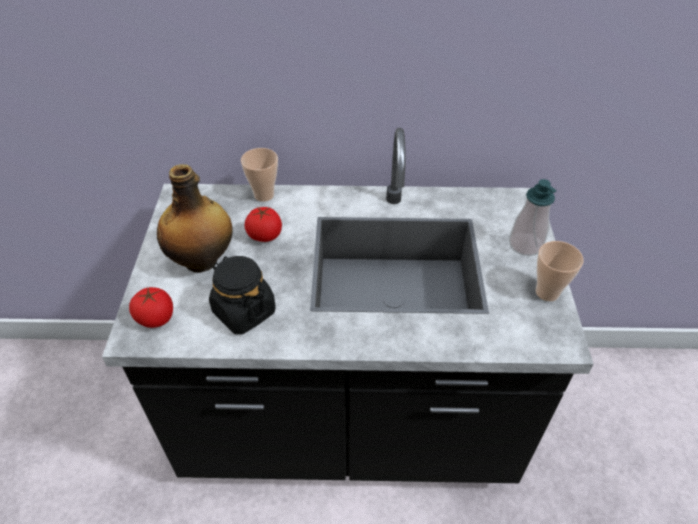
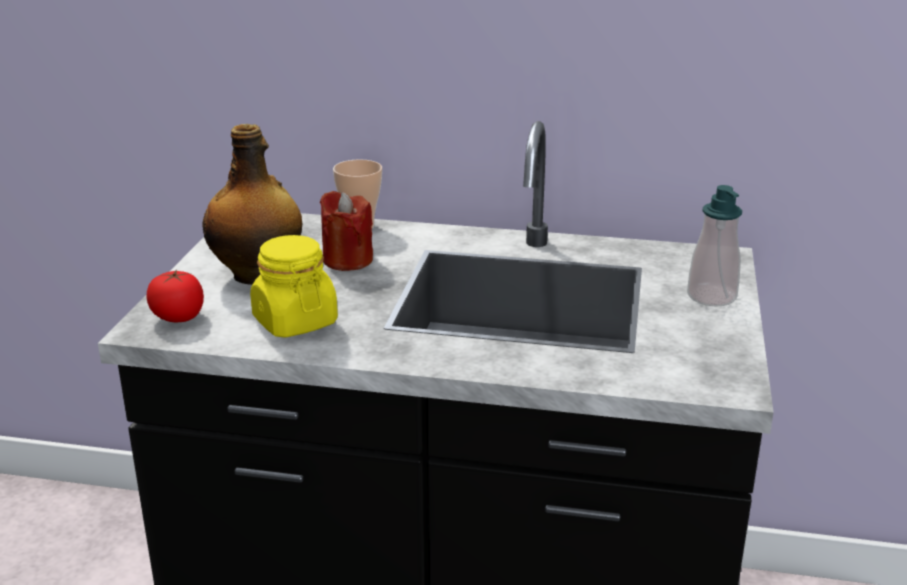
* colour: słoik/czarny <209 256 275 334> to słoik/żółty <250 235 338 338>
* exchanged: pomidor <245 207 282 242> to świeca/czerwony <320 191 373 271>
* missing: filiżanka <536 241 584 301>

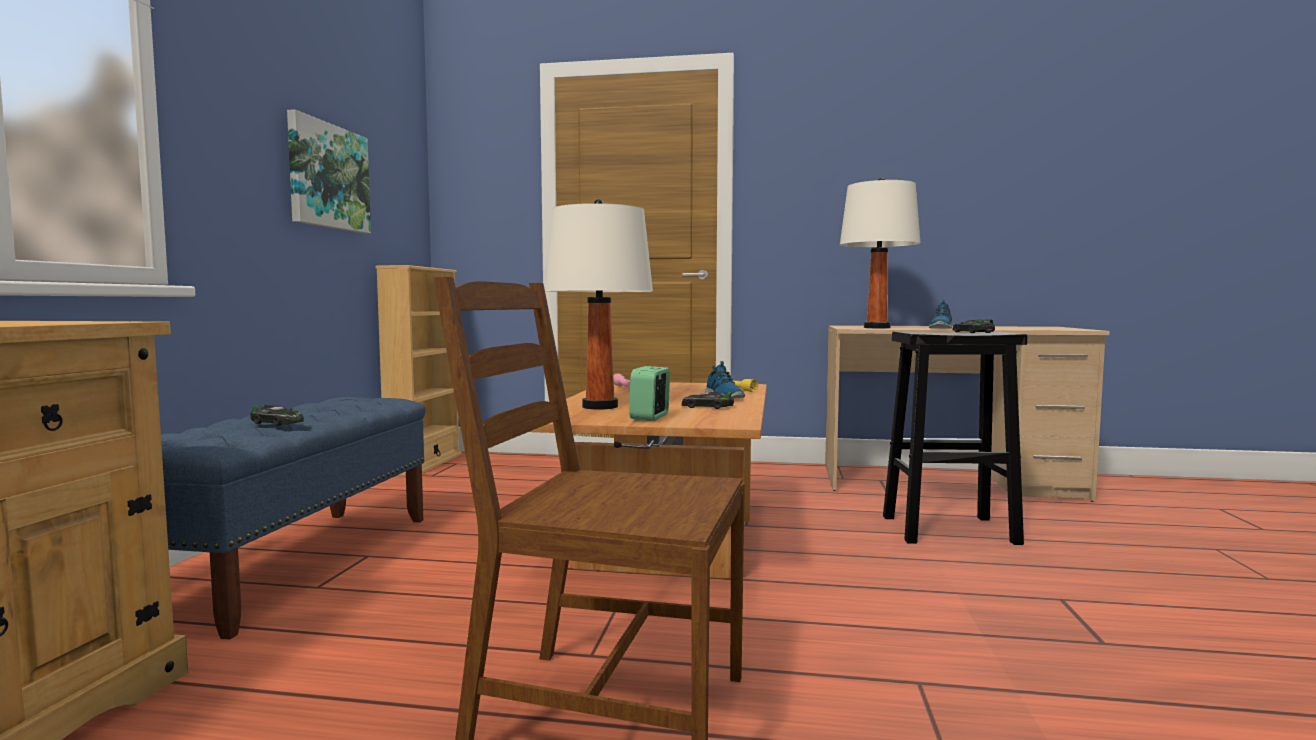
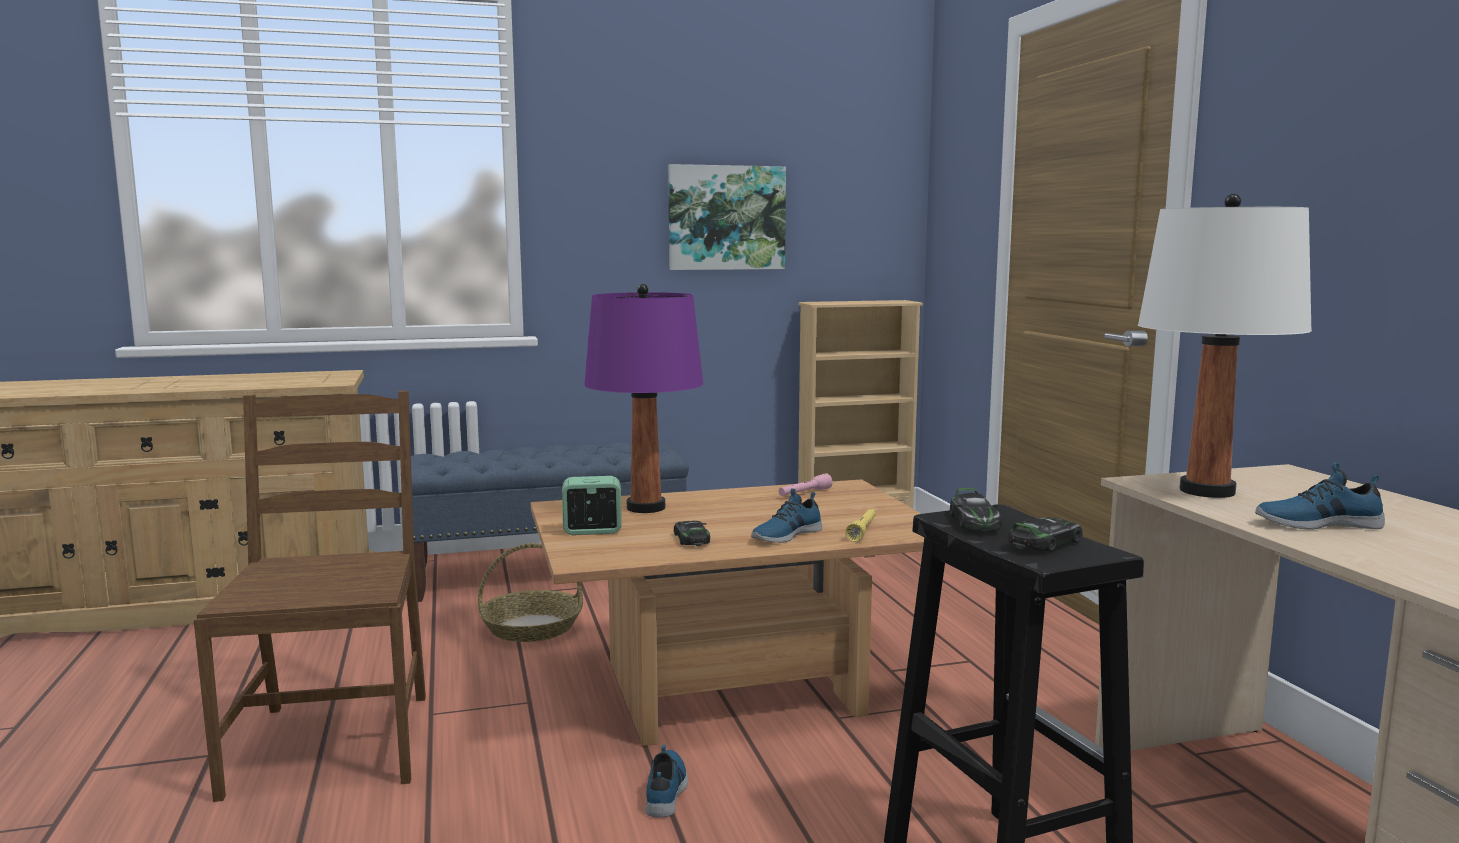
* appeared: koszyk <478 543 583 642>
* colour: lampa stołowa/biały <545 199 653 410> to lampa stołowa/fioletowy <584 284 703 513>
* appeared: but <645 745 688 818>
* relocated: samochodzik <250 405 304 426> to <950 488 1002 530>

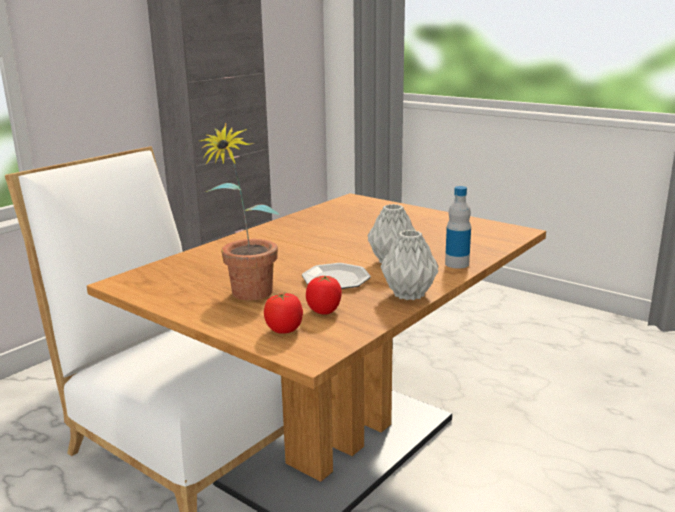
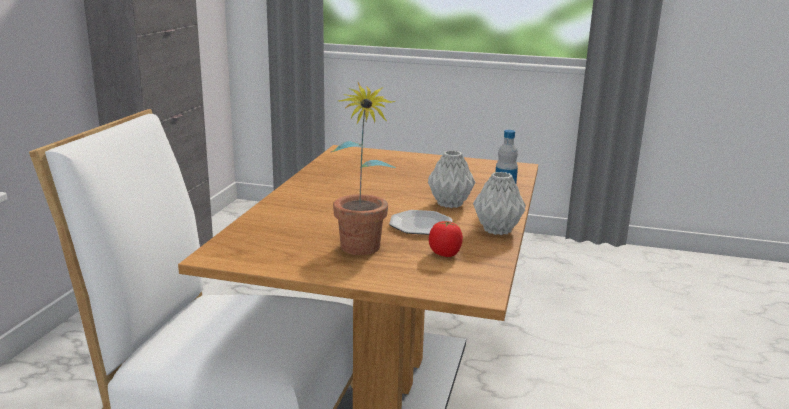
* missing: pomidor <264 292 303 334>

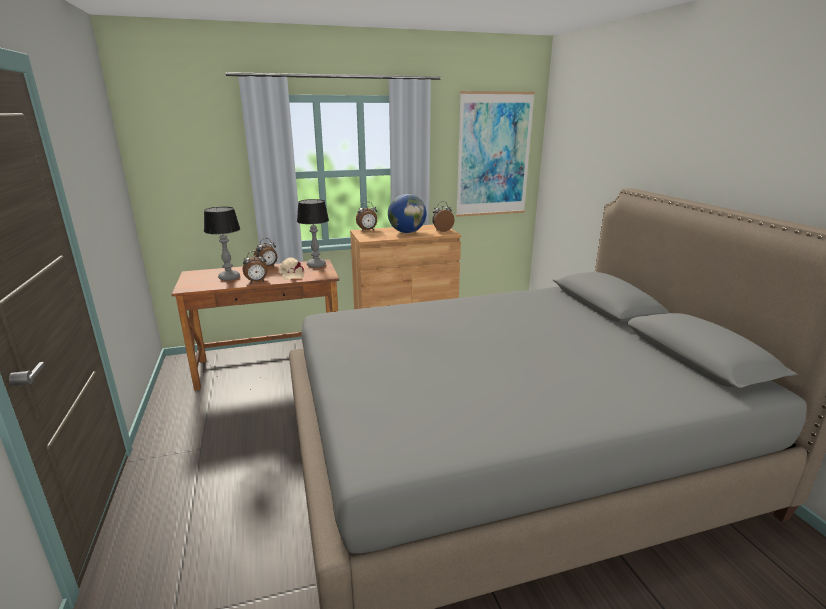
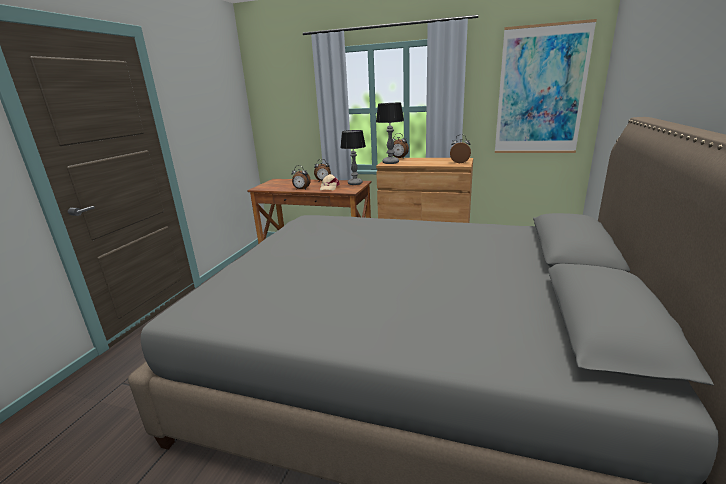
* relocated: lampa stołowa <204 207 240 281> to <376 103 404 164>
* missing: globus <388 194 426 233>

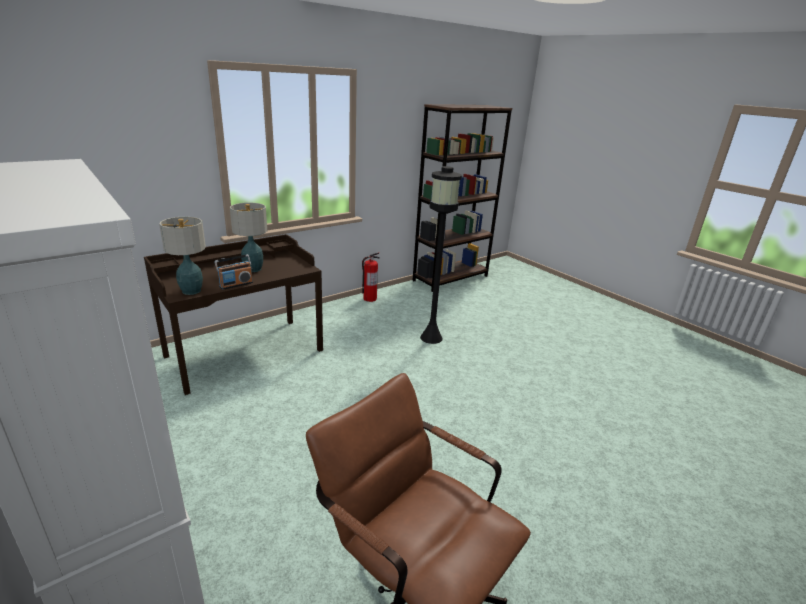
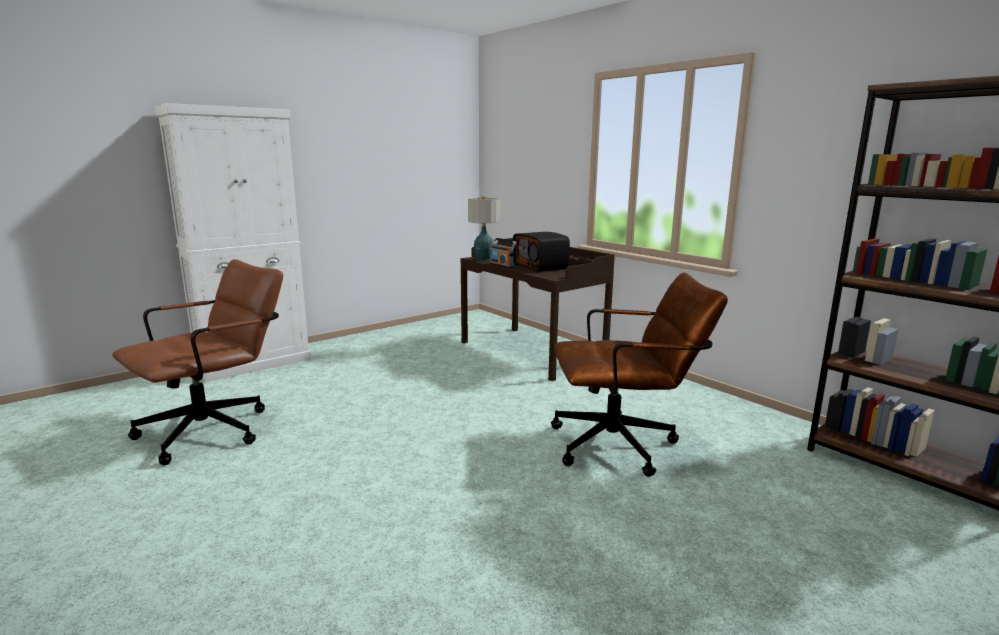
* exchanged: lampa stołowa <230 203 267 272> to radio <513 232 570 272>
* exchanged: lampa stojąca/czarny <420 166 462 344> to krzesło biurowe/brązowy <551 273 728 477>
* missing: gaśnica <362 252 379 302>

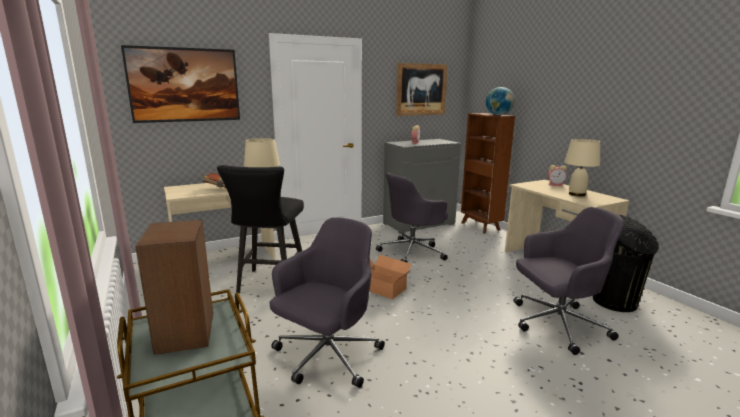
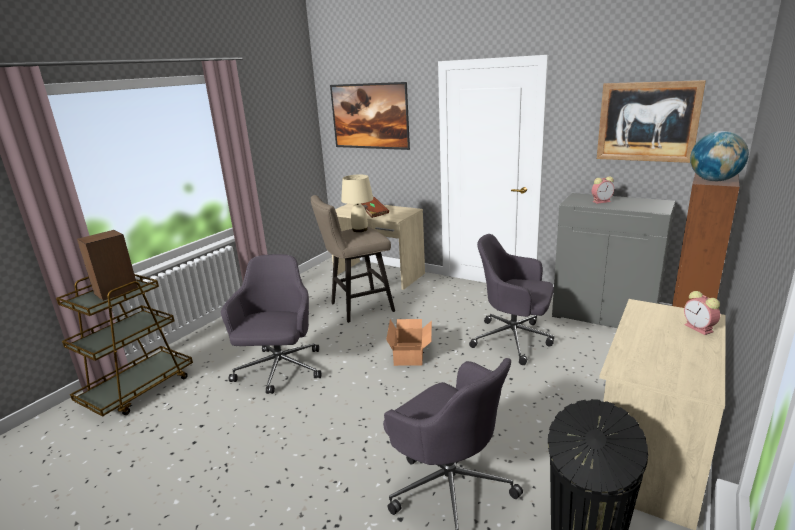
* spun: krzesło biurowe/szary <270 217 385 388> = <221 254 321 394> 90 degrees counterclockwise
* colour: stołek/czarny <217 165 304 294> to stołek/beżowy <311 195 395 323>
* missing: lampa stołowa/beżowy <564 139 600 196>

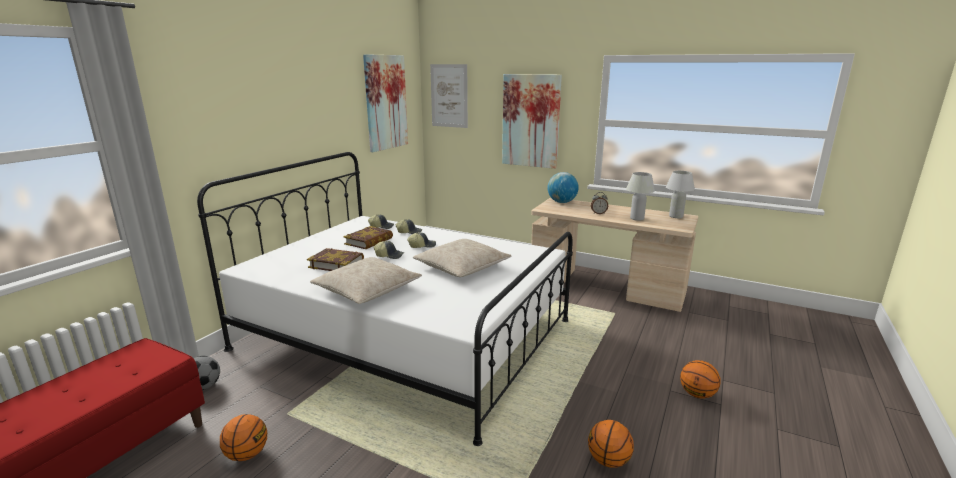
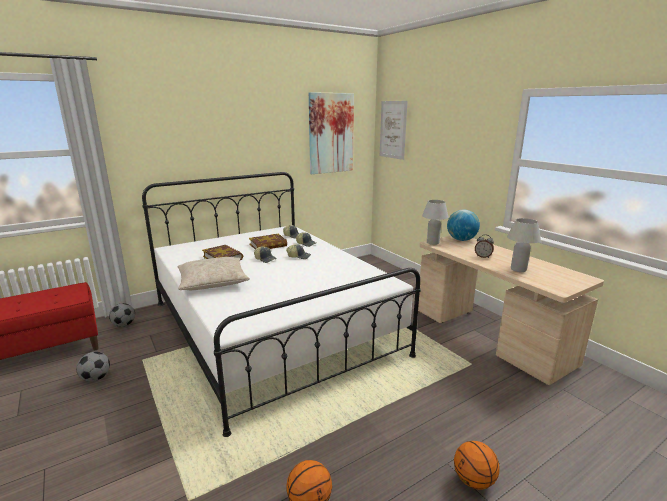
* exchanged: piłka do koszykówki <220 414 267 461> to piłka futbolowa <76 352 110 382>
* relocated: lampa stołowa/biały <666 171 695 218> to <422 200 449 245>
* missing: poduszka/beżowy <413 239 512 277>
* missing: obraz <502 74 562 169>

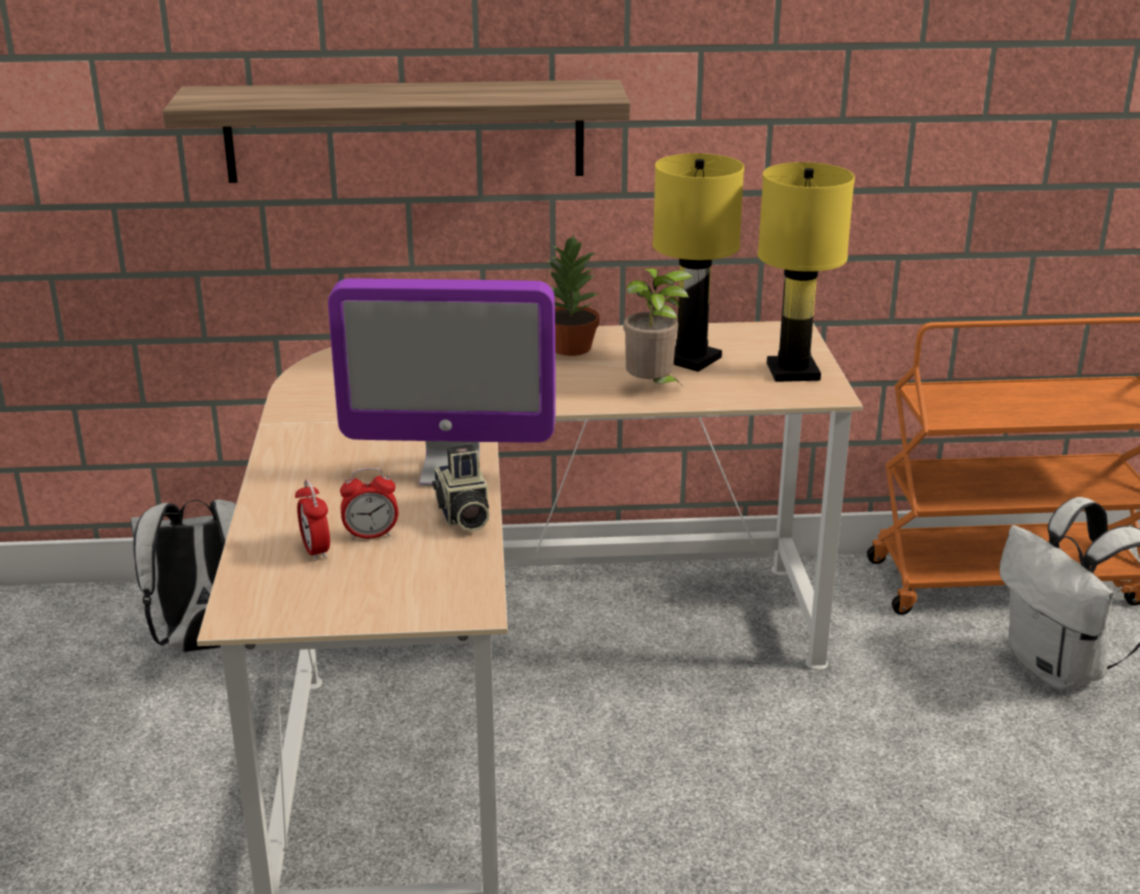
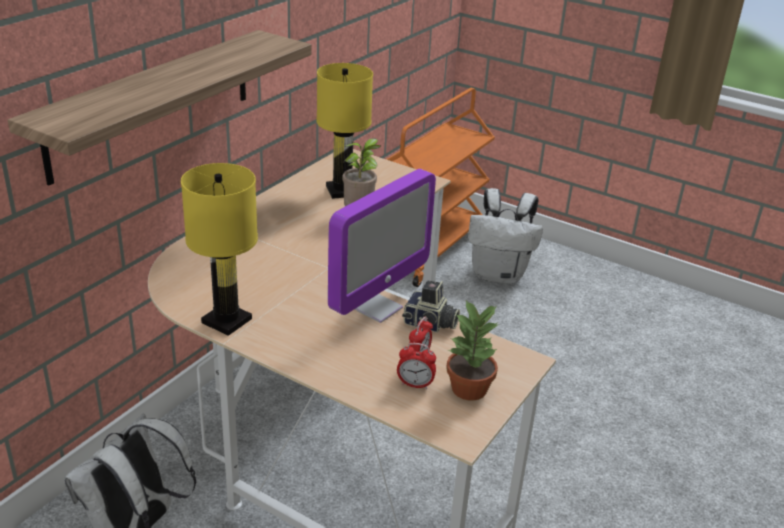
* relocated: lampa stołowa/żółty <758 162 855 382> to <181 163 258 336>
* relocated: roślina doniczkowa <546 234 600 356> to <446 300 499 401>

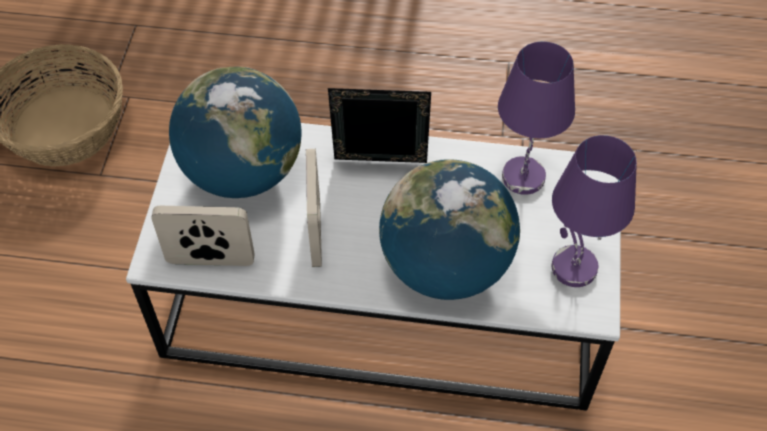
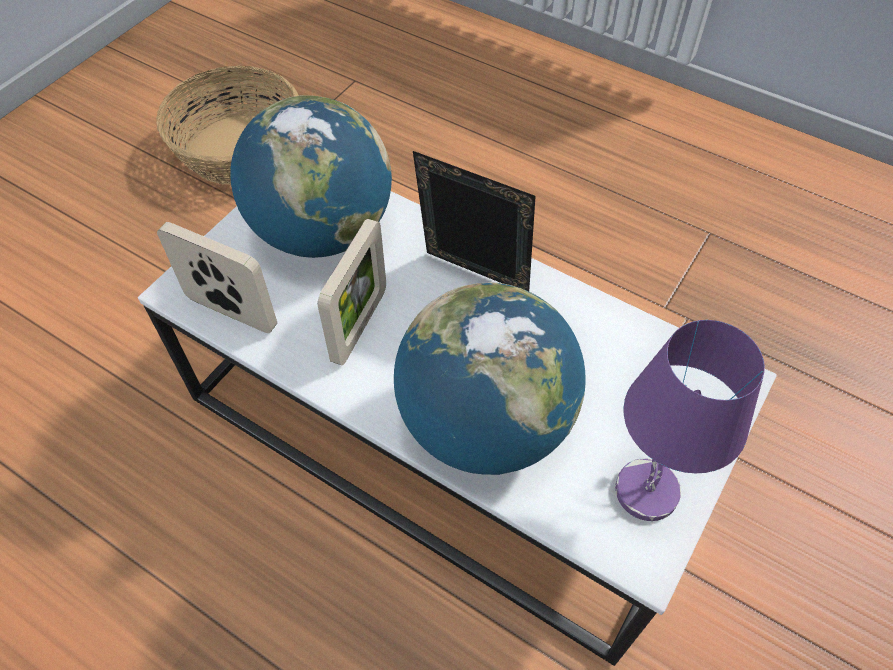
* missing: lampa stołowa/fioletowy <498 41 575 195>

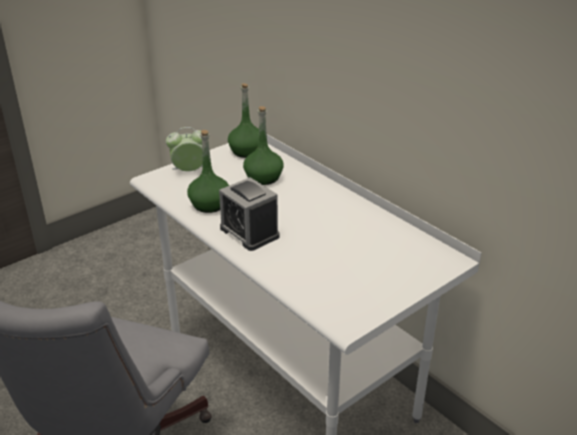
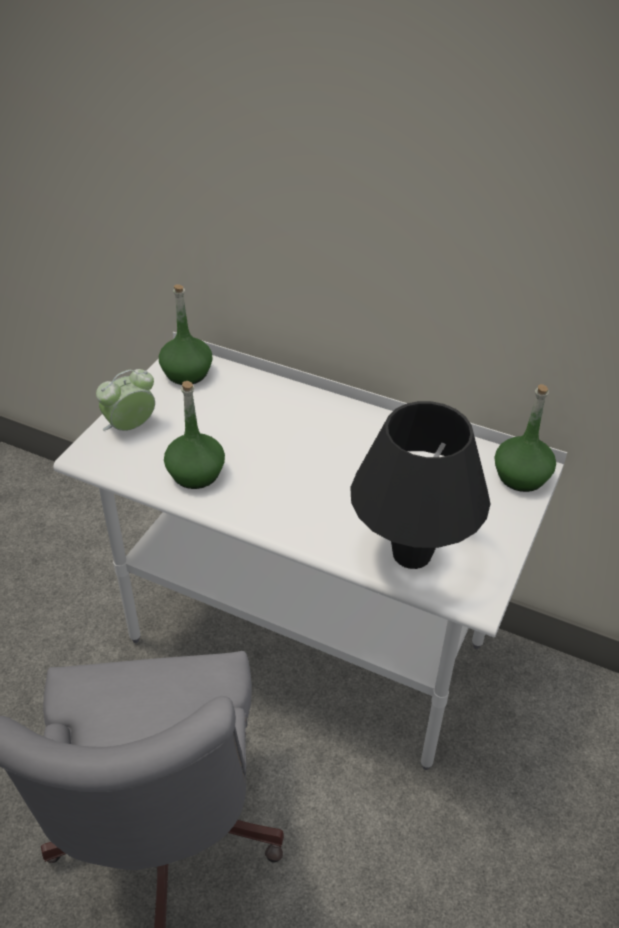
* appeared: lampa stołowa/czarny <350 401 491 569>
* relocated: butelka/zielony <243 106 284 185> to <495 384 556 492>
* missing: budzik <219 177 280 251>

